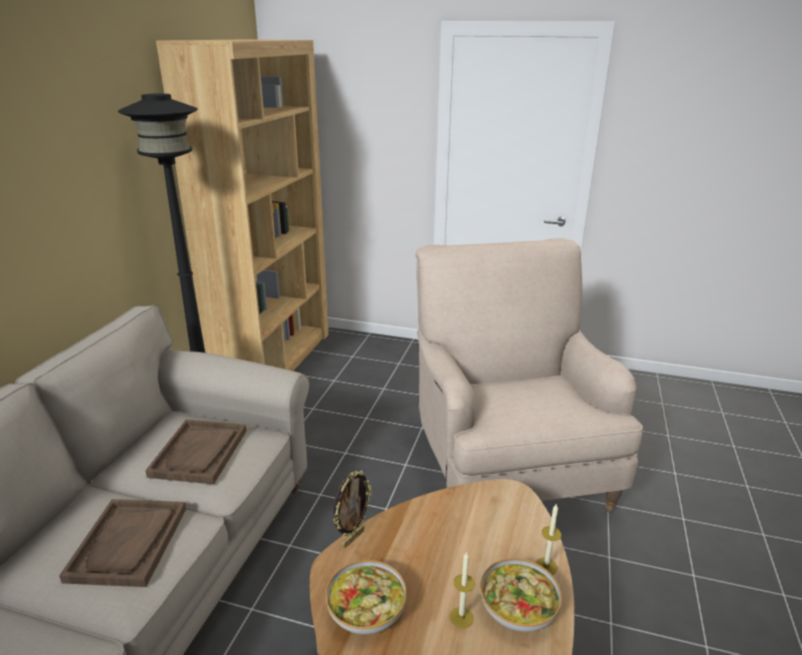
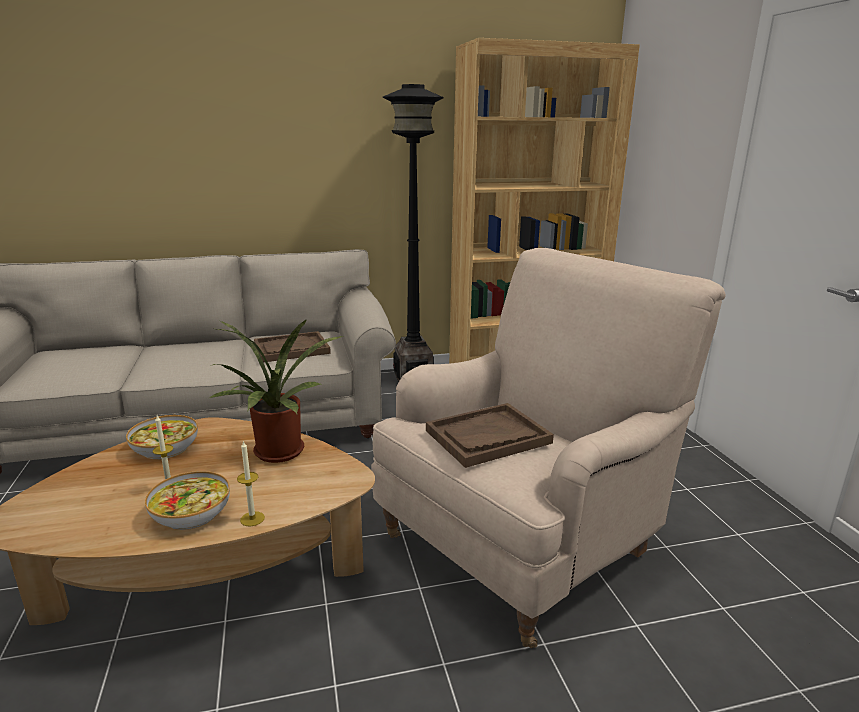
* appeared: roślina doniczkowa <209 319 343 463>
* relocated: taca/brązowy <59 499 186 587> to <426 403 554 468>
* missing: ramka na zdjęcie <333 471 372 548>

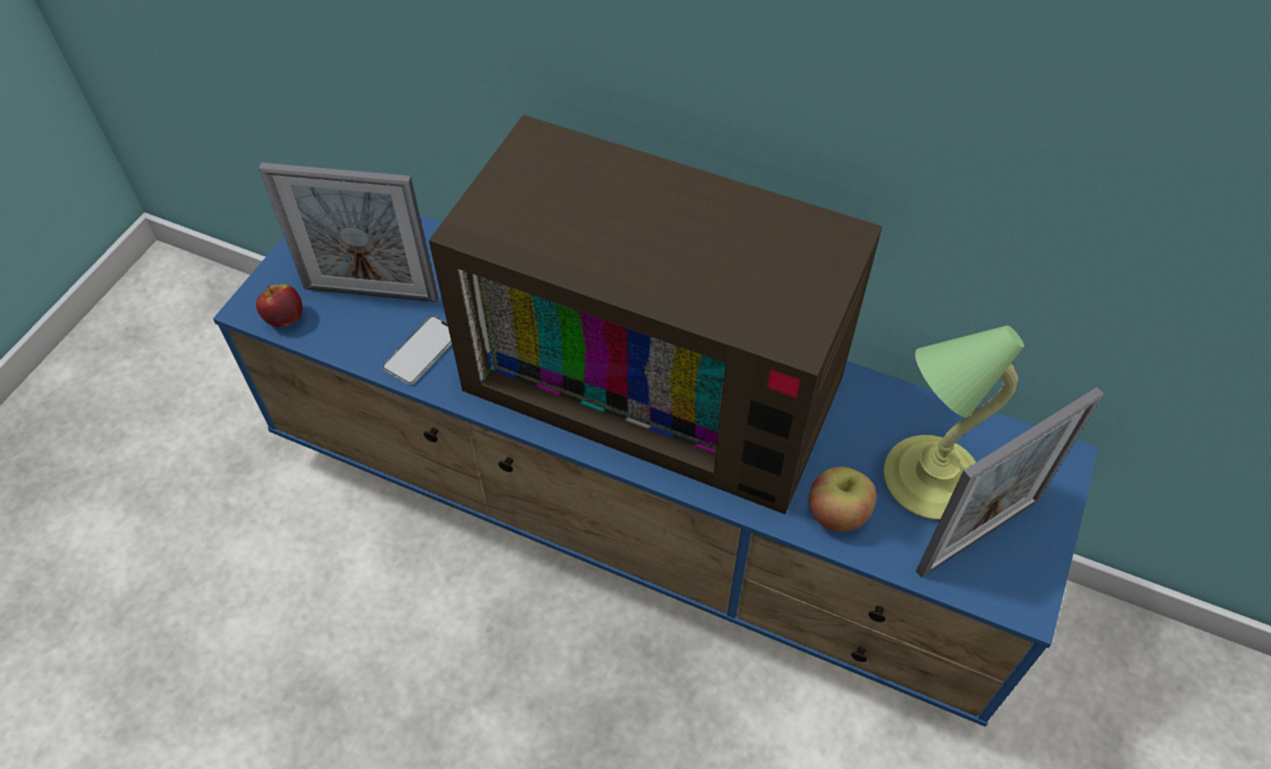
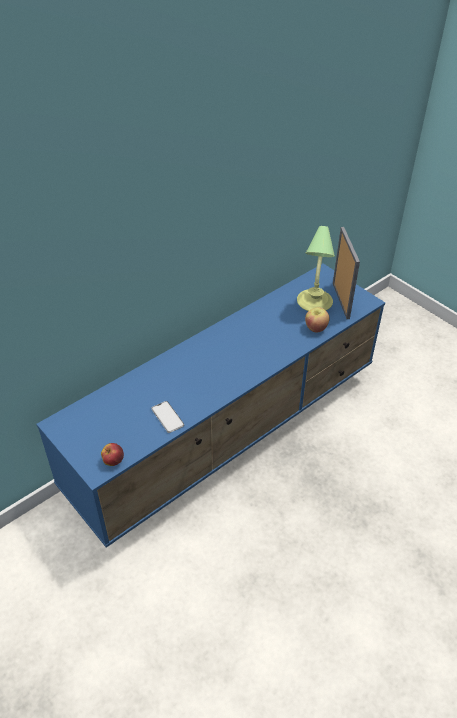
* missing: ramka na zdjęcie <259 162 438 302>
* missing: telewizor <429 115 882 514>

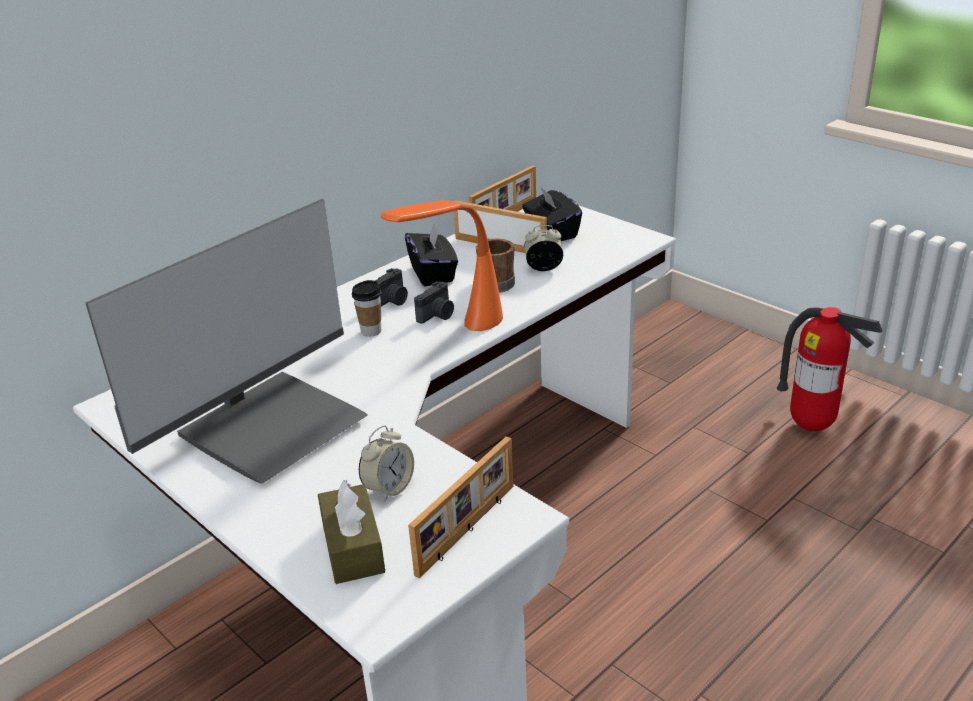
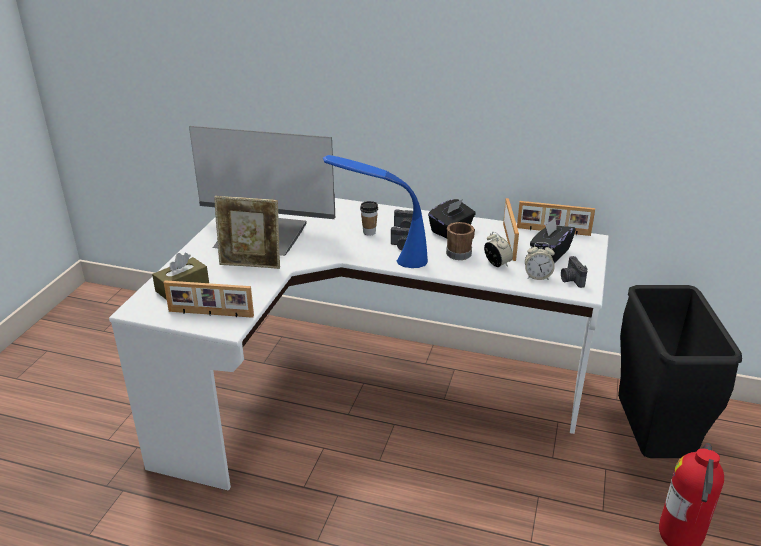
* appeared: ramka na zdjęcie <214 196 280 269>
* colour: lampa stołowa/pomarańczowy <381 200 503 331> to lampa stołowa/niebieski <323 155 428 268>
* relocated: budzik <359 425 414 502> to <525 242 555 280>
* appeared: aparat fotograficzny <561 256 587 288>
* appeared: kosz na śmieci/czarny <618 285 742 458>

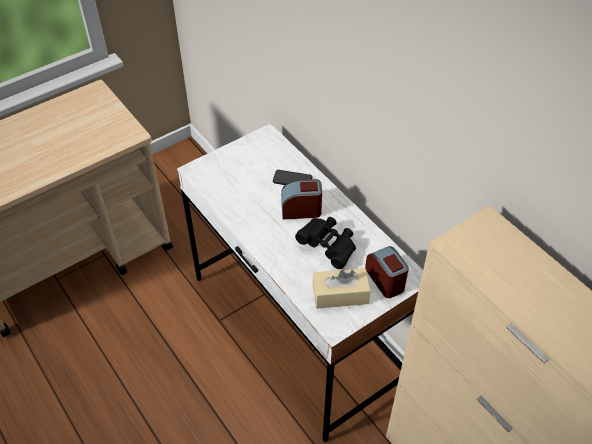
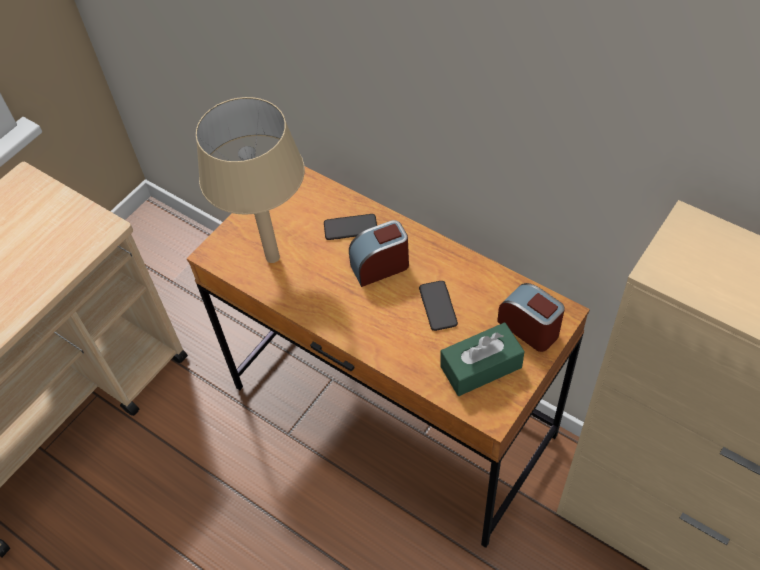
* colour: biurko/biały <177 123 423 443> to biurko/brązowy <187 166 590 548>
* appeared: lampa stołowa/beżowy <196 97 305 263>
* exchanged: lornetka/czarny <295 217 356 269> to telefon <419 281 458 331>
* colour: pudełko chusteczek/beżowy <313 268 371 309> to pudełko chusteczek/zielony <440 322 525 396>

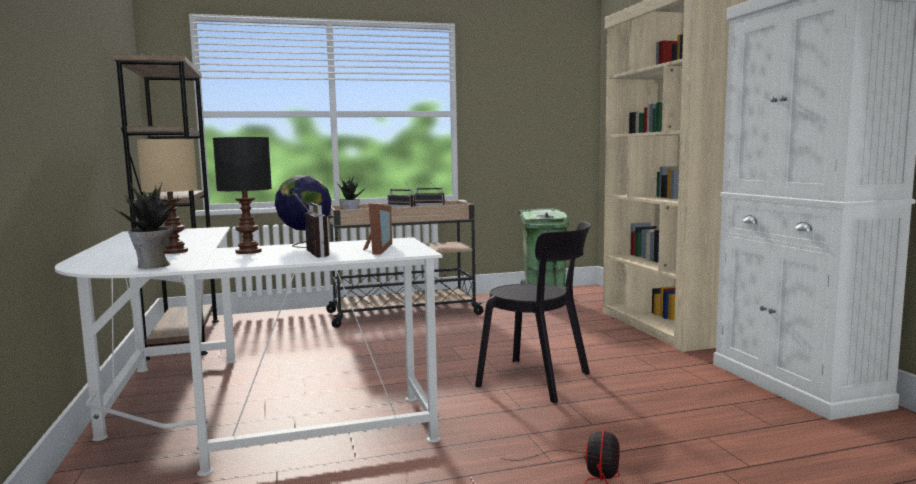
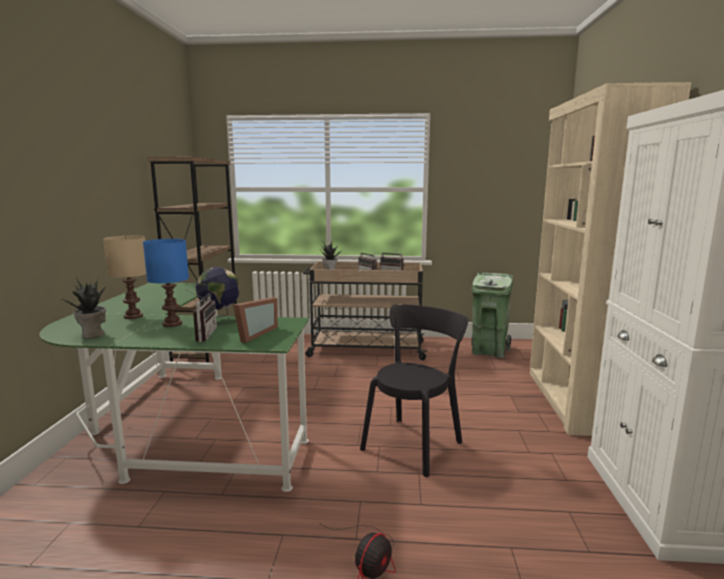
* colour: biurko/biały <55 227 443 476> to biurko/zielony <40 283 309 492>
* colour: lampa stołowa/czarny <213 137 272 254> to lampa stołowa/niebieski <143 239 189 327>
* spun: krzesło/czarny <475 221 591 404> = <360 304 469 477> 105 degrees counterclockwise

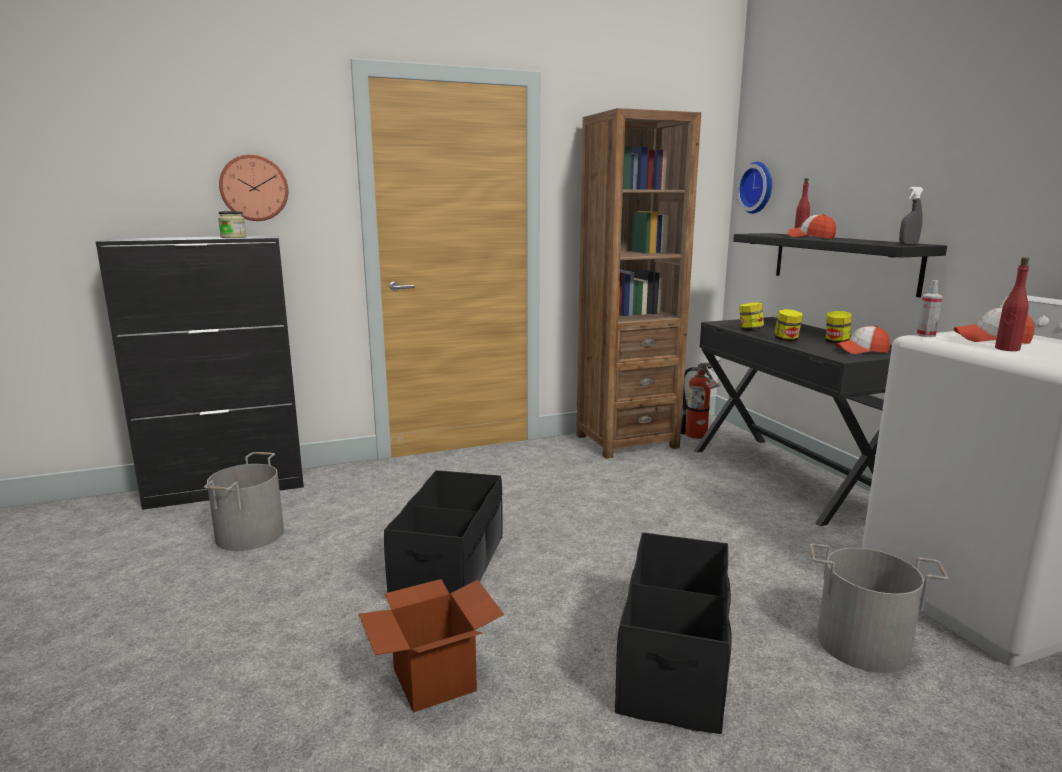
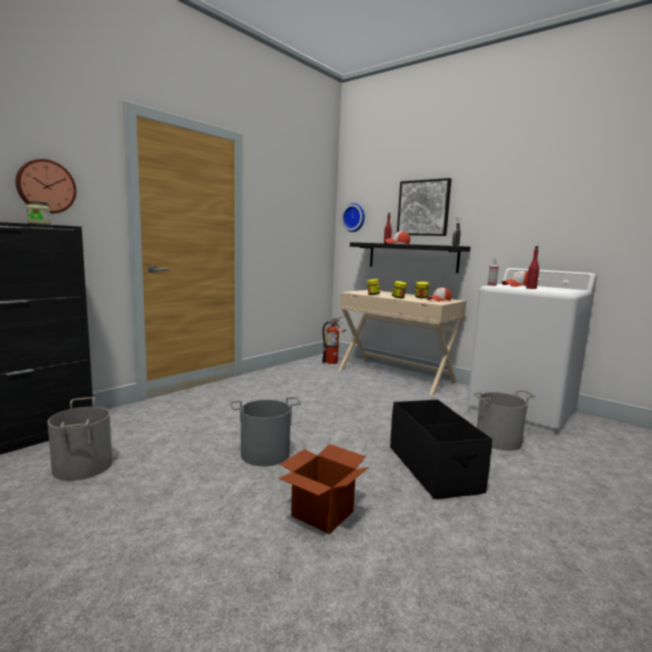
* exchanged: pojemnik do przechowywania/czarny <384 470 503 594> to wiadro/szary <230 397 301 466>
* colour: biurko/czarny <694 317 892 526> to biurko/beżowy <338 290 467 396>
* appeared: obraz <397 178 451 236>
* missing: regał/brązowy <576 108 701 459>

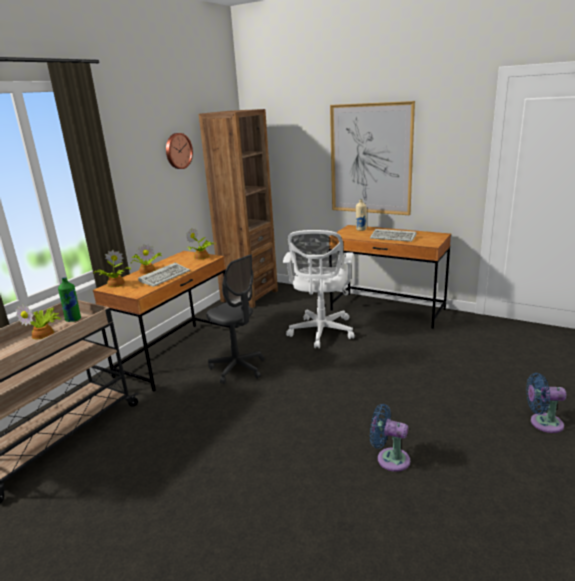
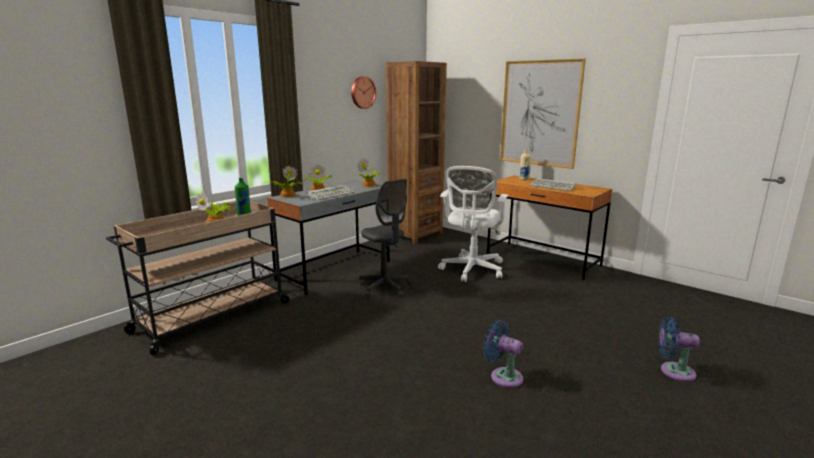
* colour: biurko/brązowy <93 251 230 391> to biurko/szary <267 180 390 295>

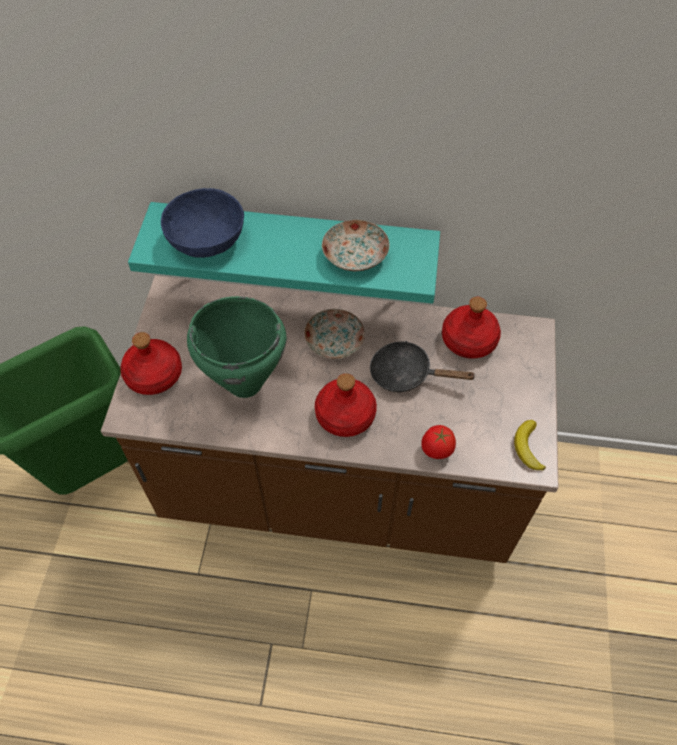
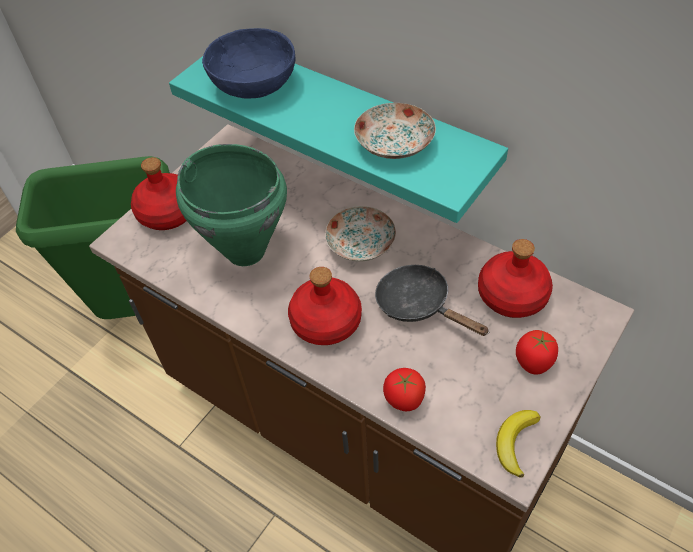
* appeared: pomidor <516 330 558 375>

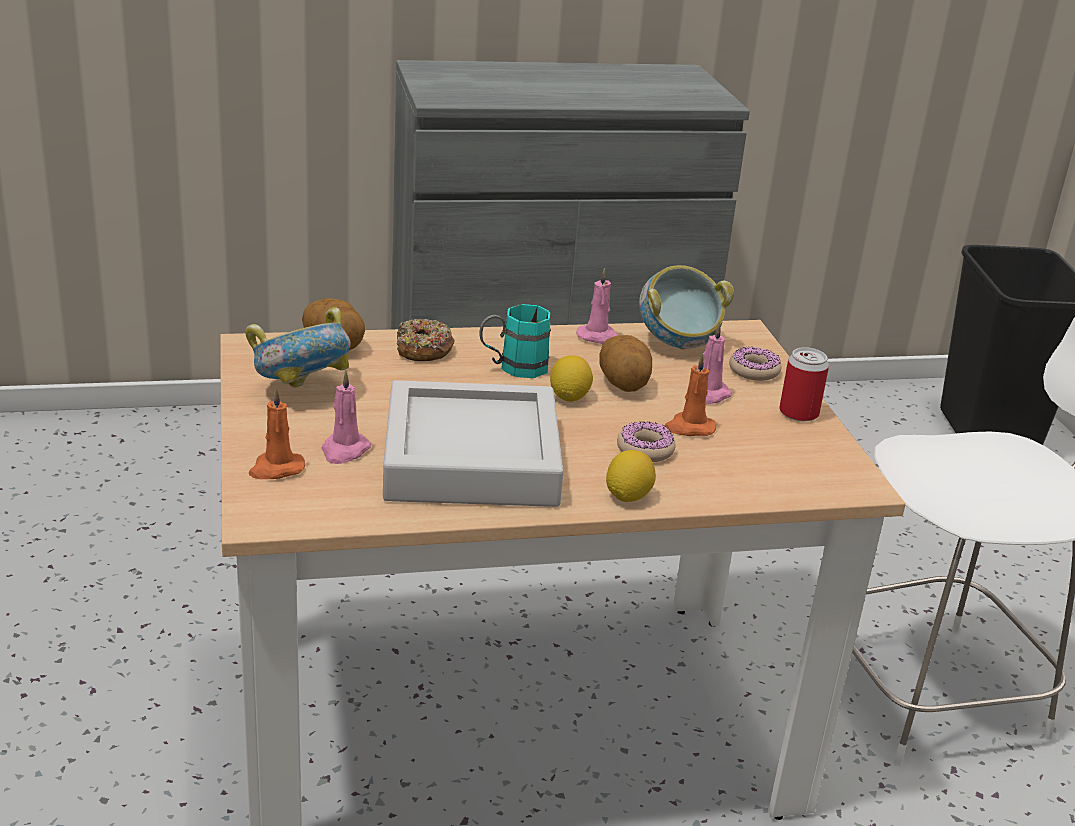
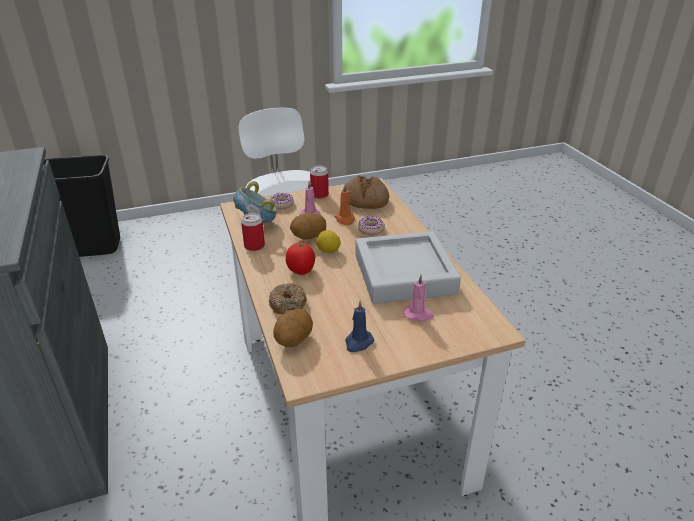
* exchanged: świeca/różowy <576 268 618 344> to puszka <241 213 265 251>
* exchanged: kubek/turkusowy <479 304 551 378> to pomidor <286 243 315 275>
* appeared: chleb <343 176 390 209>
* exchanged: miska <245 307 351 387> to świeca/niebieski <345 301 374 352>
* missing: świeca/pomarańczowy <249 387 305 479>
* missing: cytryna <606 450 656 502>

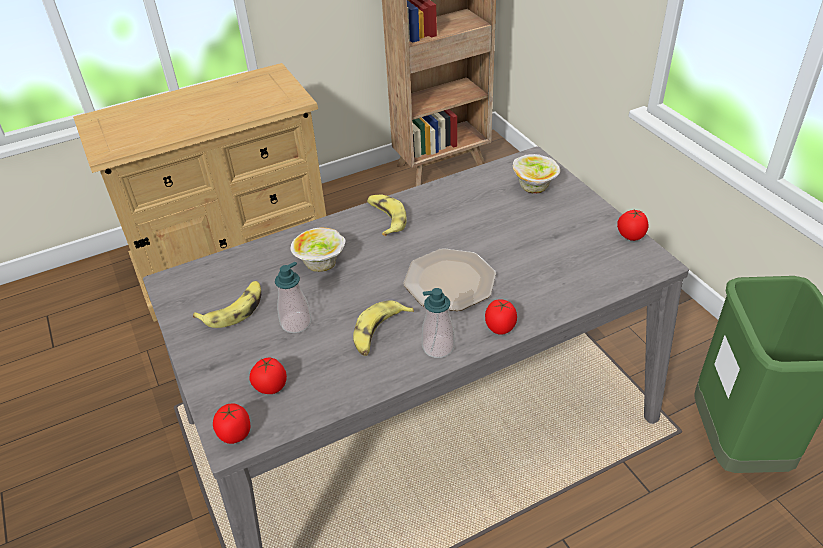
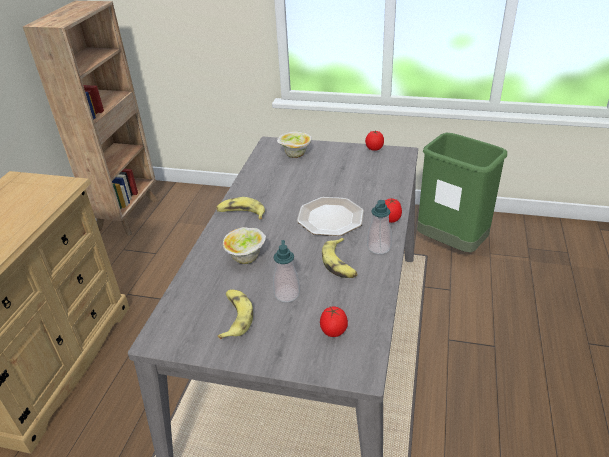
* missing: pomidor <213 403 250 444>

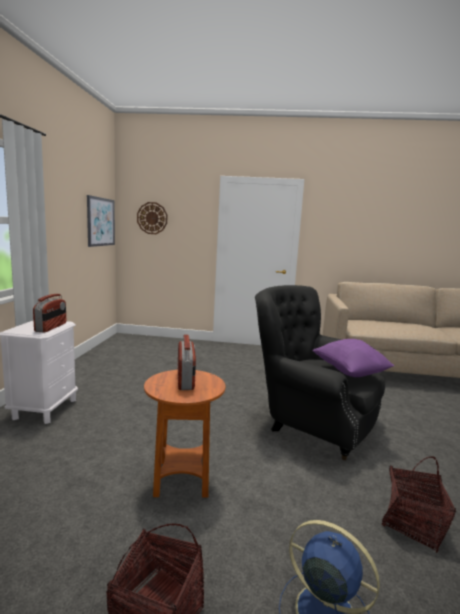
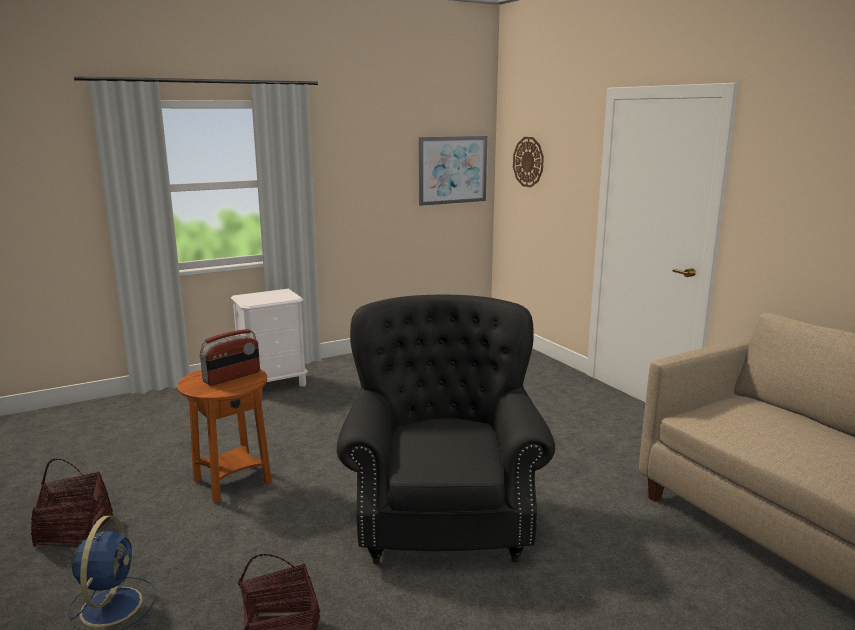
* missing: radio <33 294 67 332>
* missing: poduszka/fioletowy <312 339 394 377>

